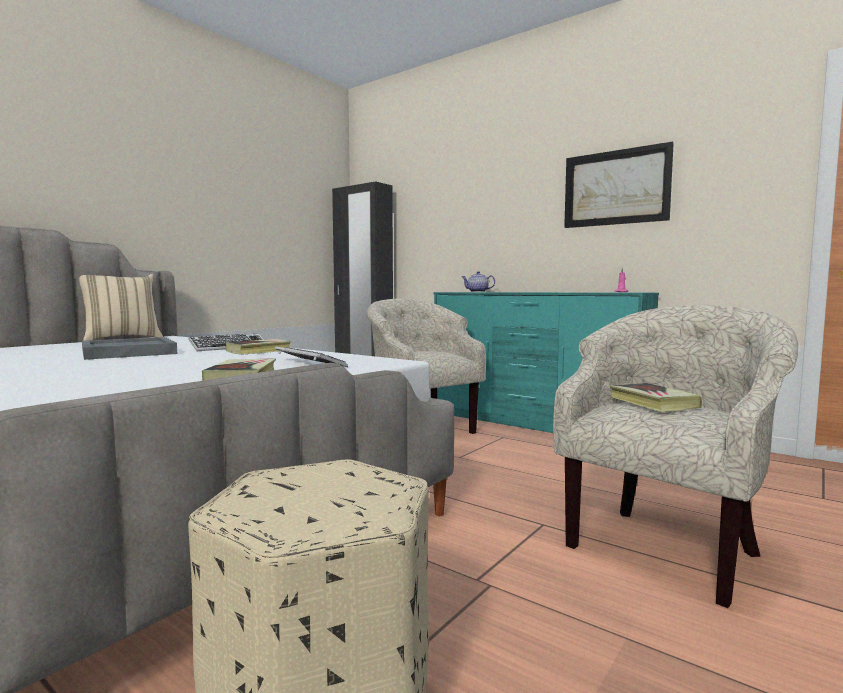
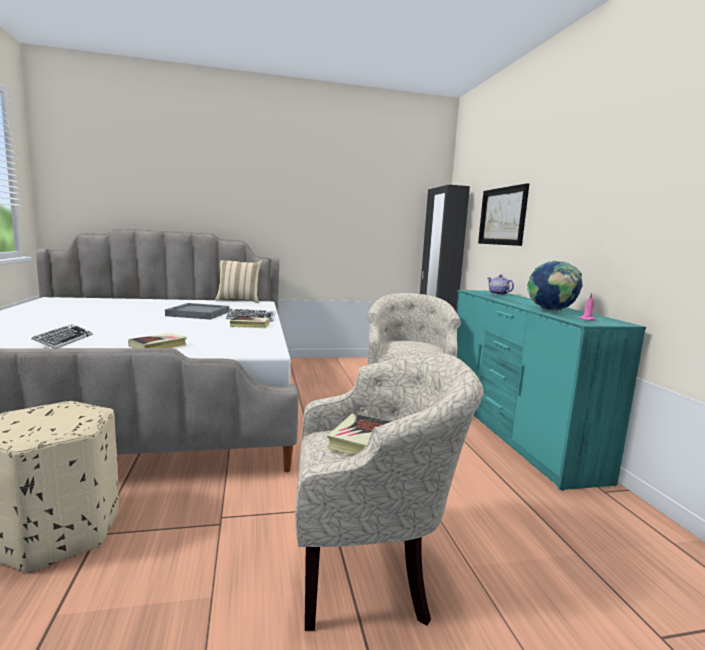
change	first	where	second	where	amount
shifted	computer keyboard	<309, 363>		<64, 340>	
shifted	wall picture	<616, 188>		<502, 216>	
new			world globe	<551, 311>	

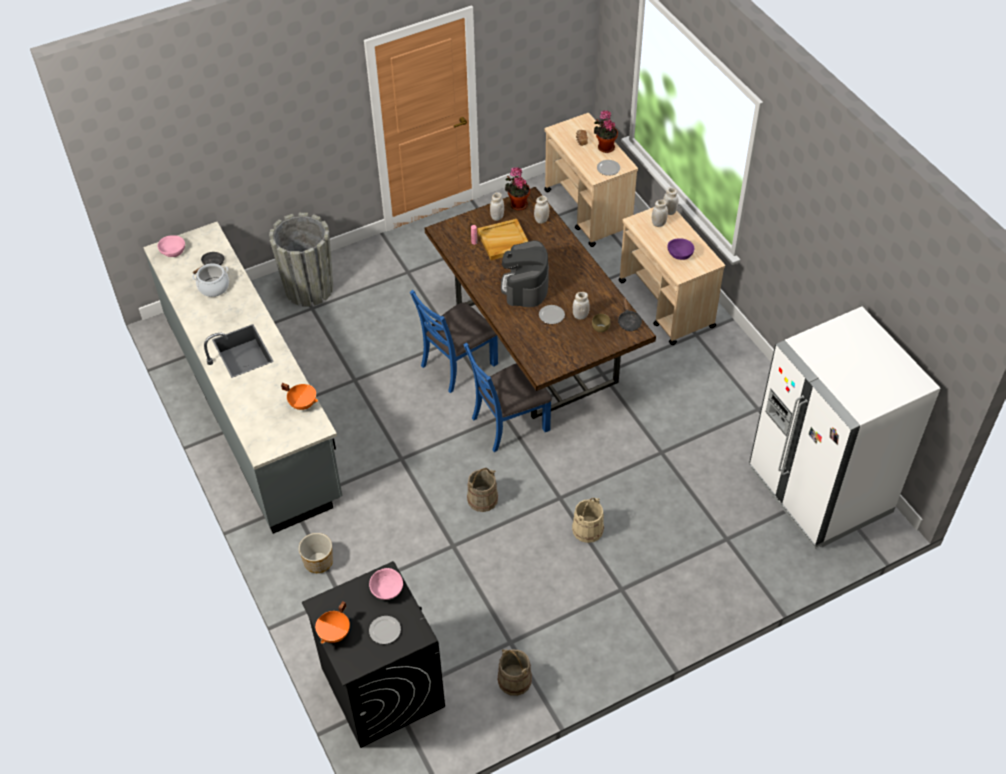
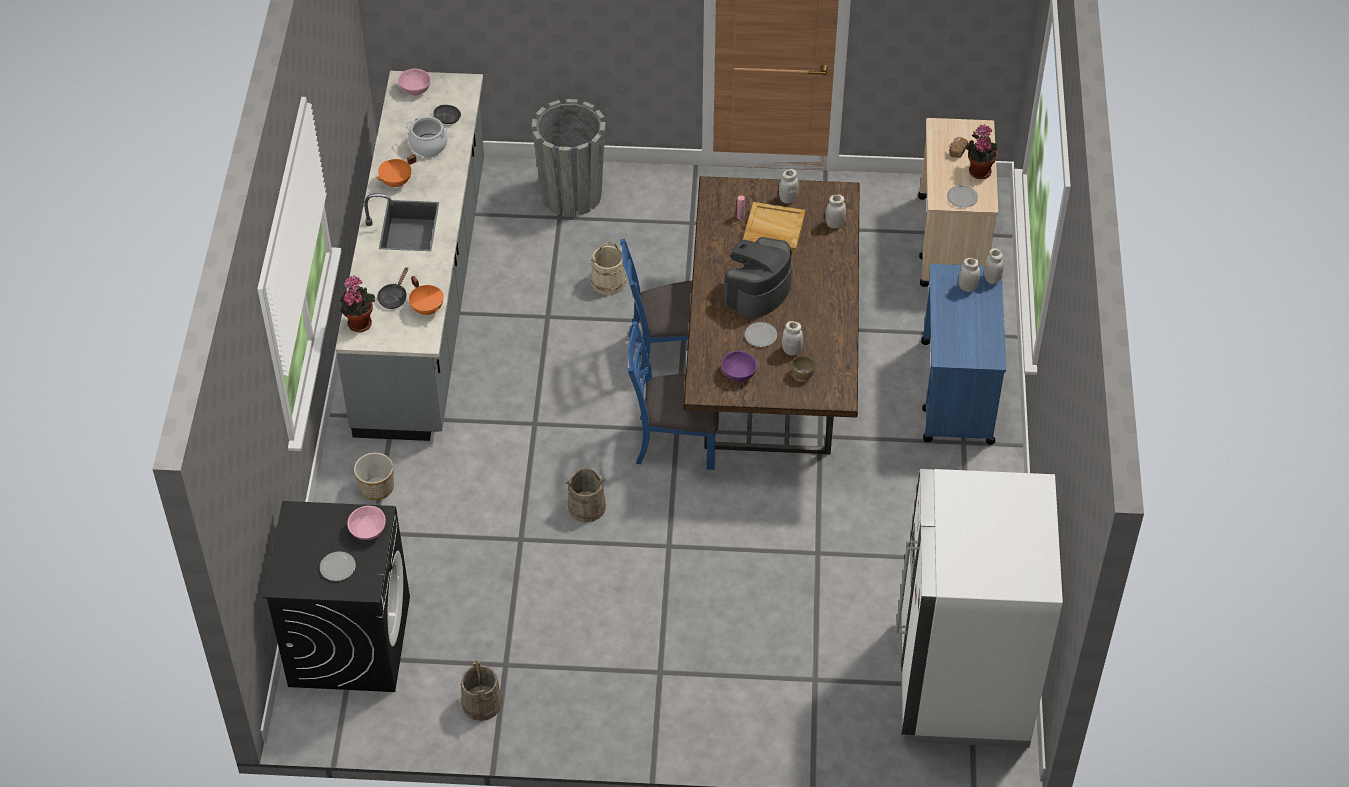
change	first	where	second	where	amount
shifted	orangey saucepot	<335, 634>		<396, 182>	
shifted	plant in a pot	<517, 204>		<359, 322>	
shifted	sand-coloured water bucket	<588, 529>		<608, 282>	
repainted	sand-coloured trolley	<666, 304>	blue trolley	<956, 393>	
shifted	black frying pan	<628, 321>		<394, 297>	
shifted	purple-coloured bowl	<680, 255>		<738, 374>	

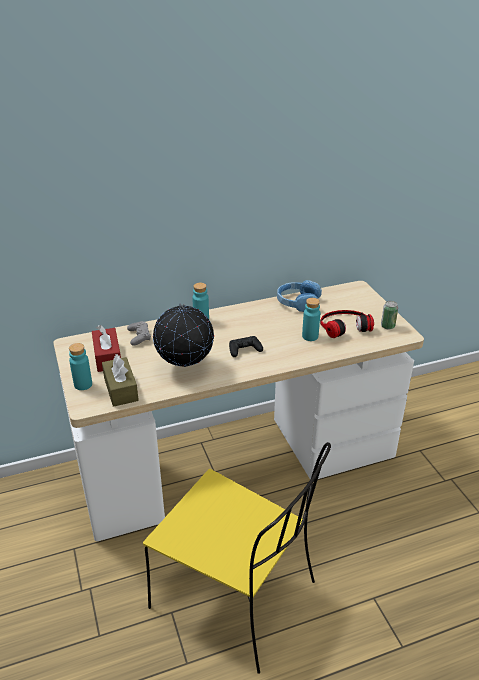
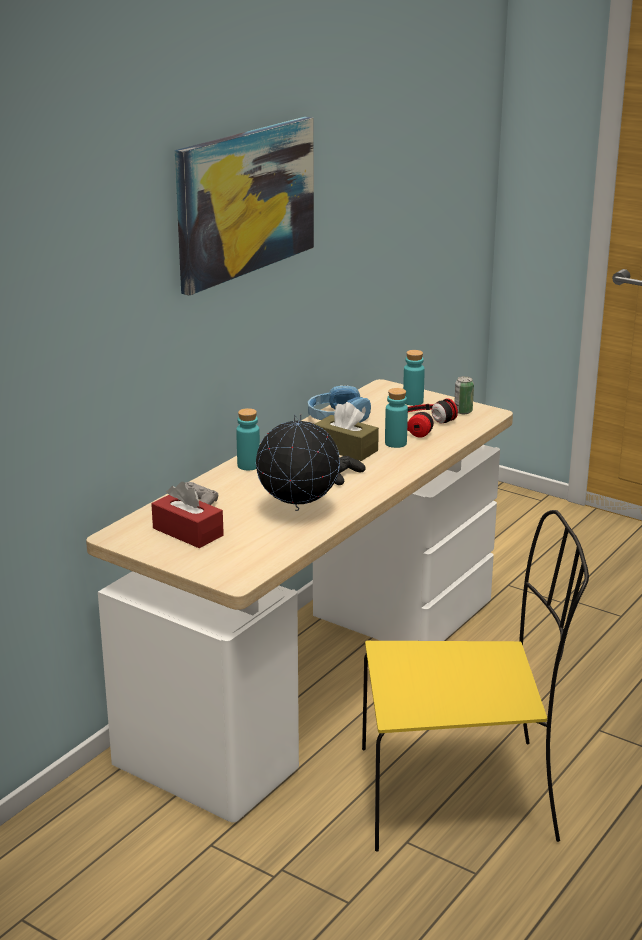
change	first	where	second	where	amount
shifted	turquoise-coloured bottle	<83, 384>		<413, 402>	
shifted	brown-coloured tissue box	<121, 389>		<345, 449>	
new			wall picture	<245, 202>	

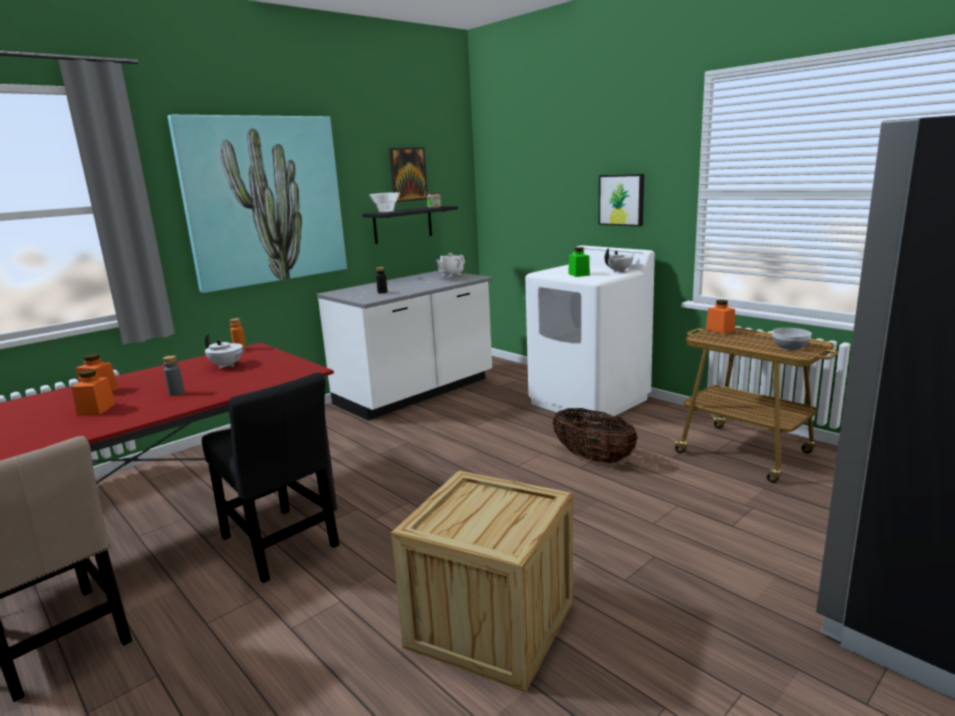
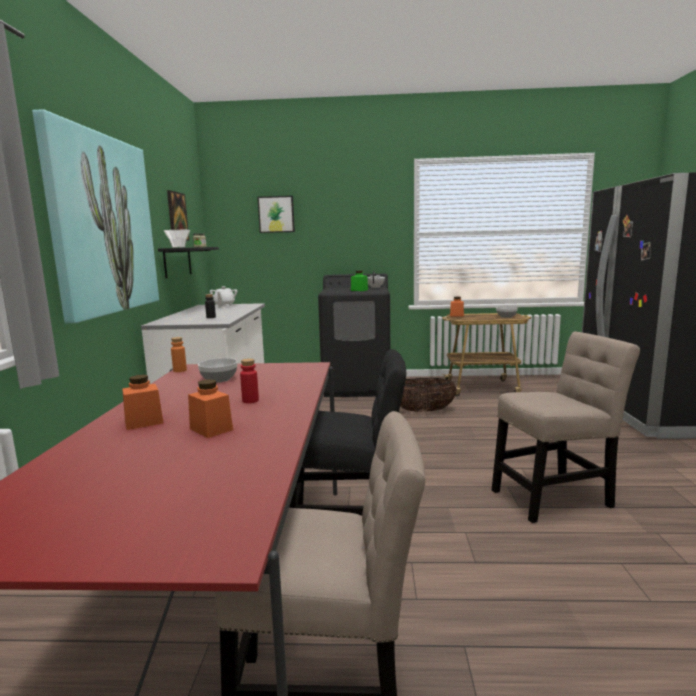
change	first	where	second	where	amount
repainted	gray bottle	<176, 393>	red-coloured bottle	<250, 400>	
swapped	white teapot	<227, 366>	bowl	<219, 379>	
swapped	shipping crate	<491, 624>	sand-coloured chair	<555, 496>	
repainted	white washing machine	<589, 401>	black washing machine	<357, 387>	
shifted	wall picture	<622, 200>		<276, 214>	

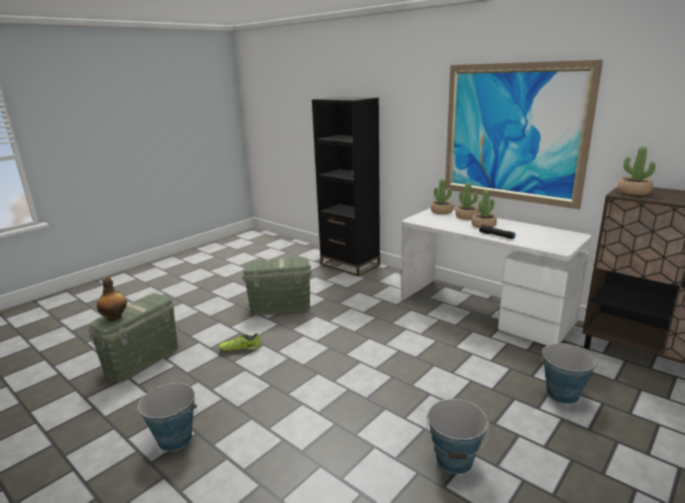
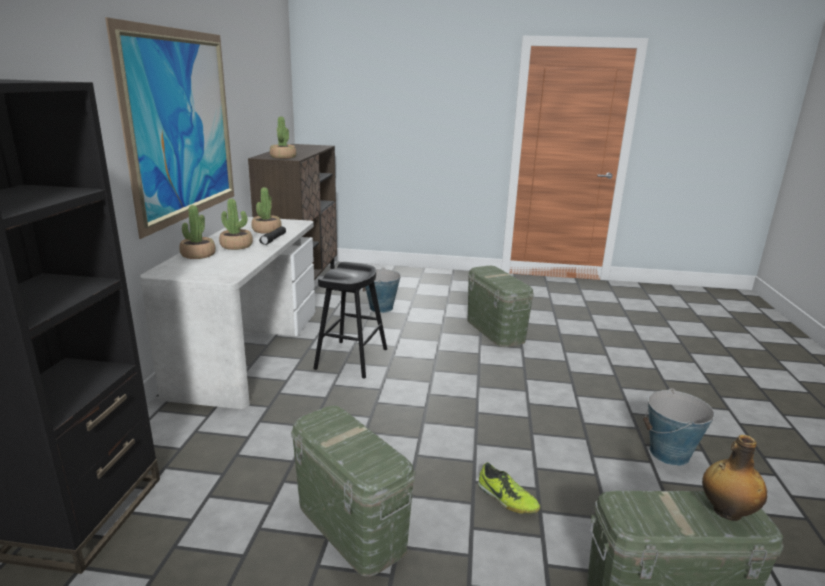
change	first	where	second	where	amount
swapped	water bucket	<454, 460>	green-coloured storage container	<495, 330>	
shifted	plant in a pot	<441, 211>		<266, 230>	
new			black sitting stool	<351, 359>	

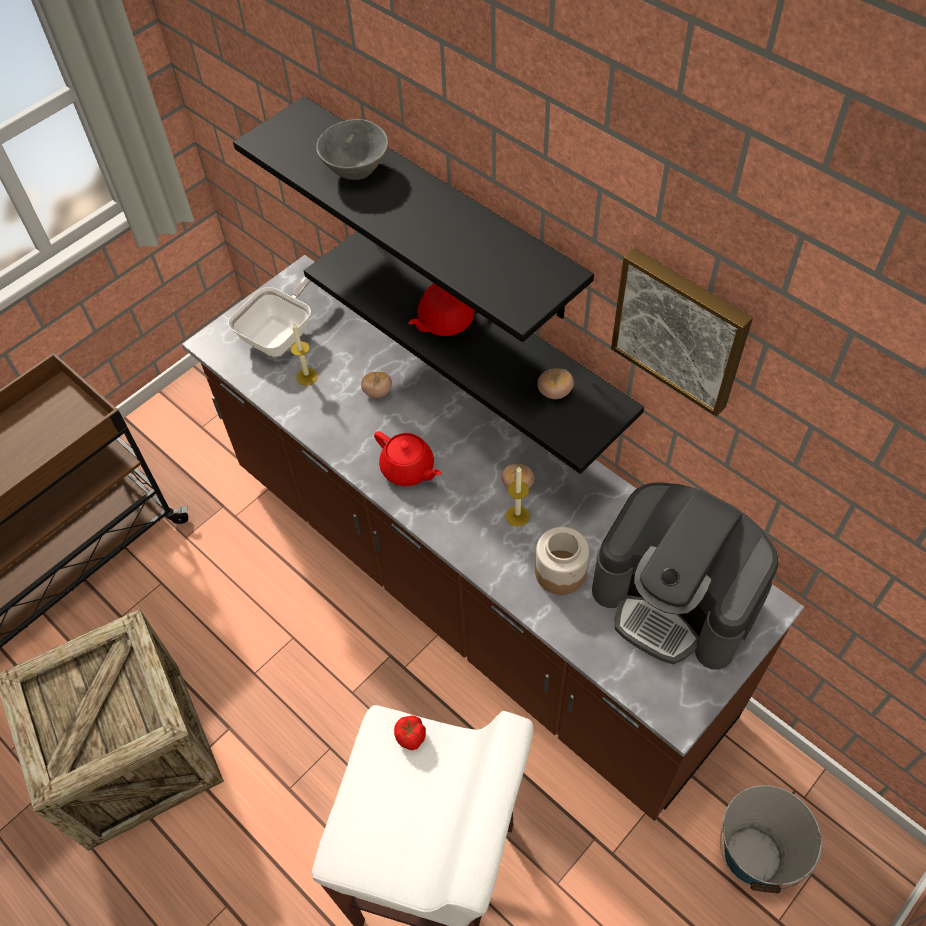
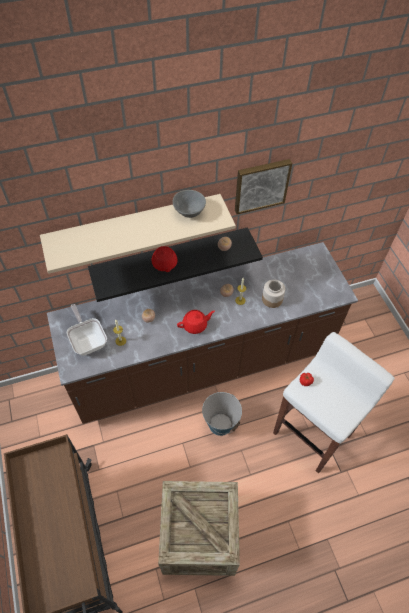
change	first	where	second	where	amount
repainted	black bracket shelf	<440, 209>	sand-coloured bracket shelf	<134, 226>	
shifted	gray bowl	<354, 170>		<188, 213>	
gone	coffee machine	<676, 599>			
shifted	water bucket	<753, 855>		<220, 424>	

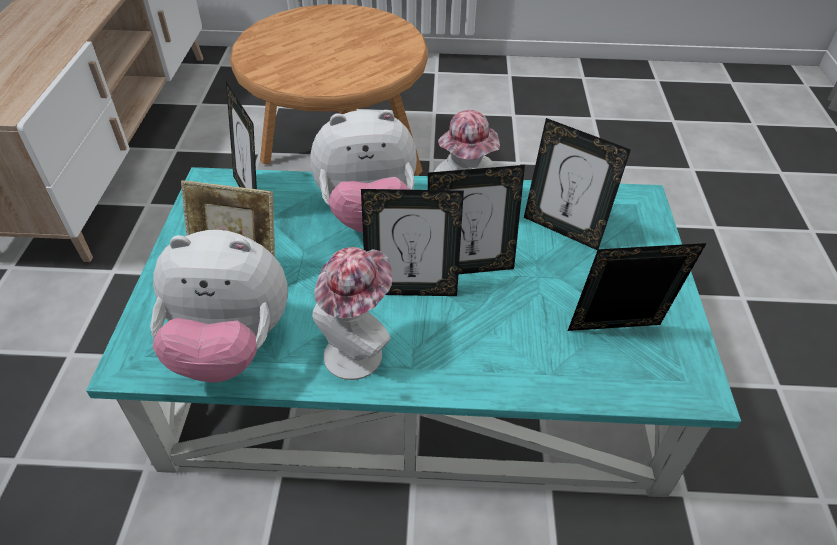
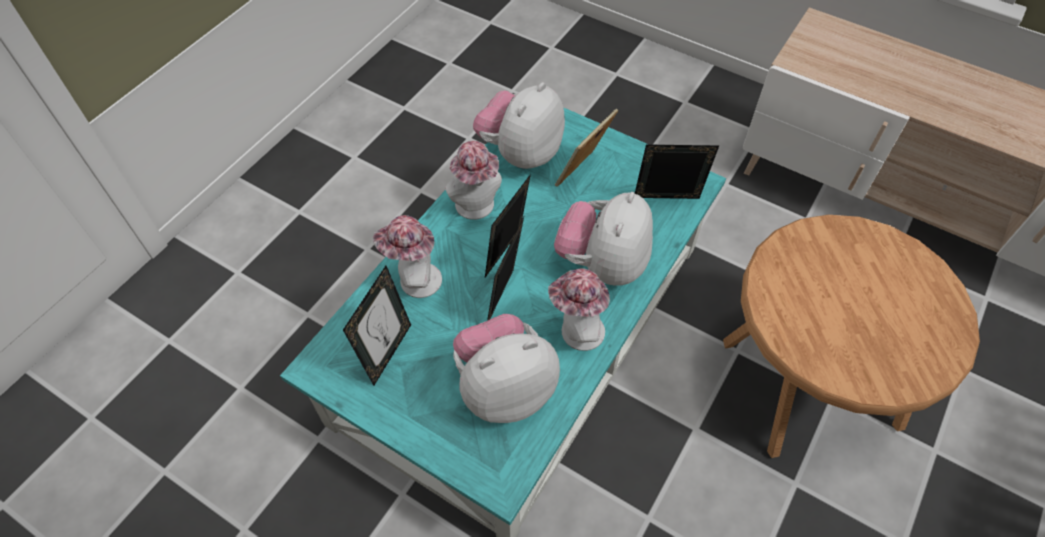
change	first	where	second	where	amount
swapped	standing frame	<563, 229>	cuddly toy	<504, 388>	
new			hat	<415, 281>	

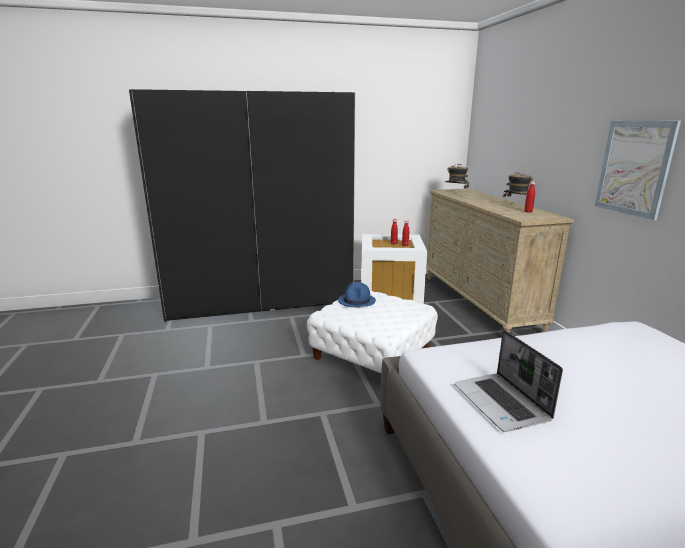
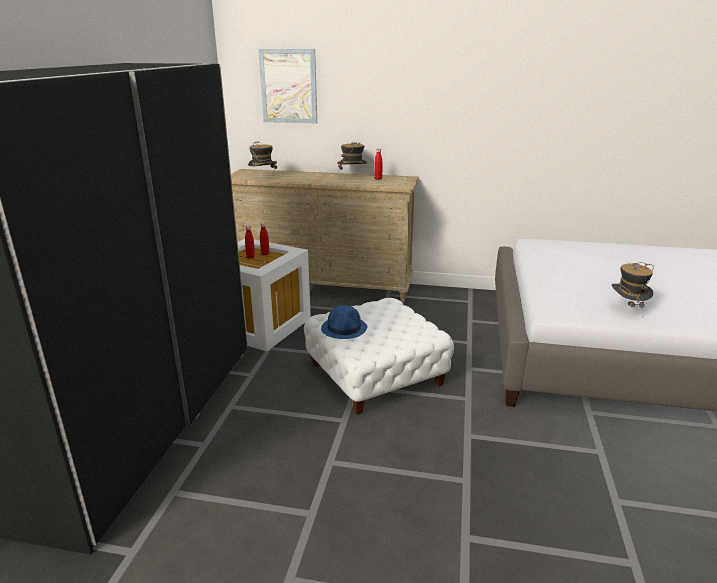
change	first	where	second	where	amount
swapped	notebook computer	<502, 403>	hat	<627, 310>	
shifted	wall picture	<634, 168>		<288, 86>	

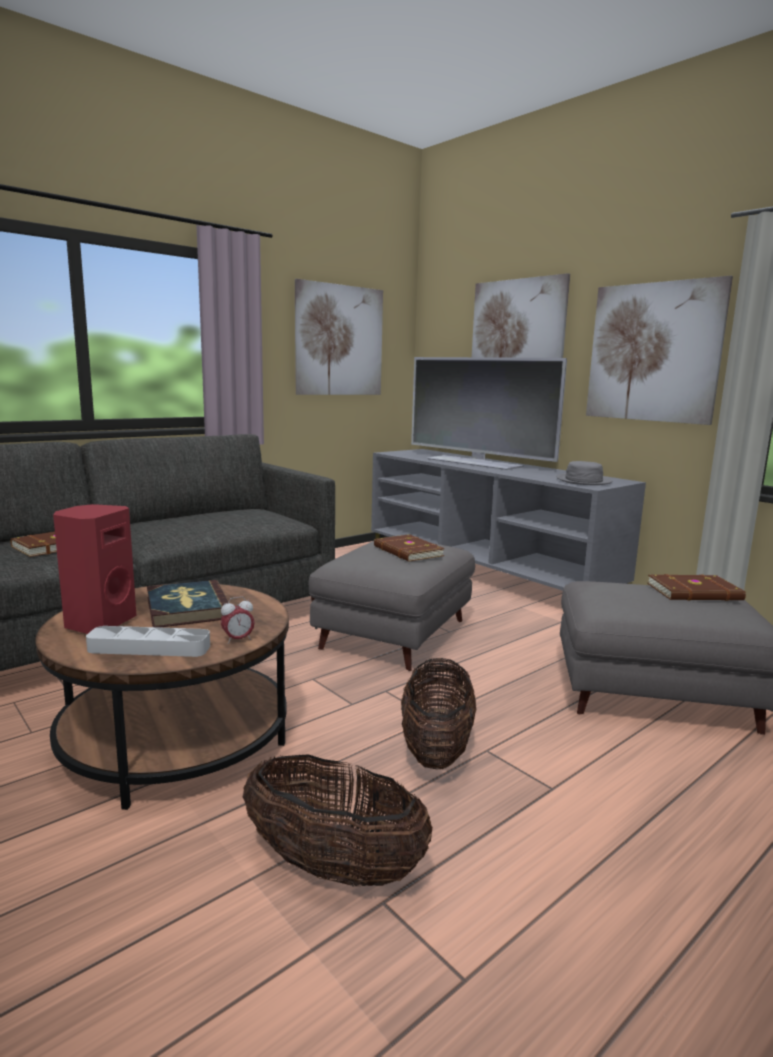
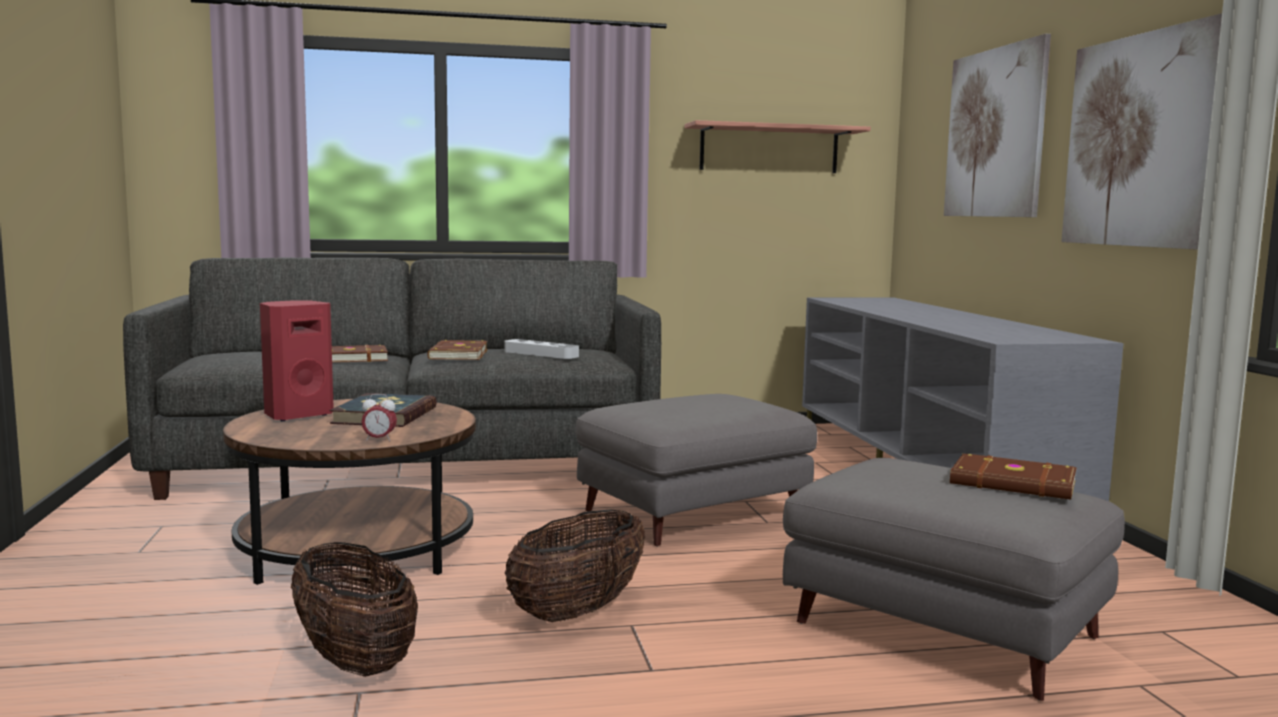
change	first	where	second	where	amount
shifted	gray serving tray	<149, 648>		<541, 354>	
swapped	wall picture	<339, 340>	bracket shelf	<769, 149>	
shifted	brown-coloured book	<407, 551>		<457, 354>	
gone	TV	<474, 462>			
gone	gray hat	<583, 481>			

